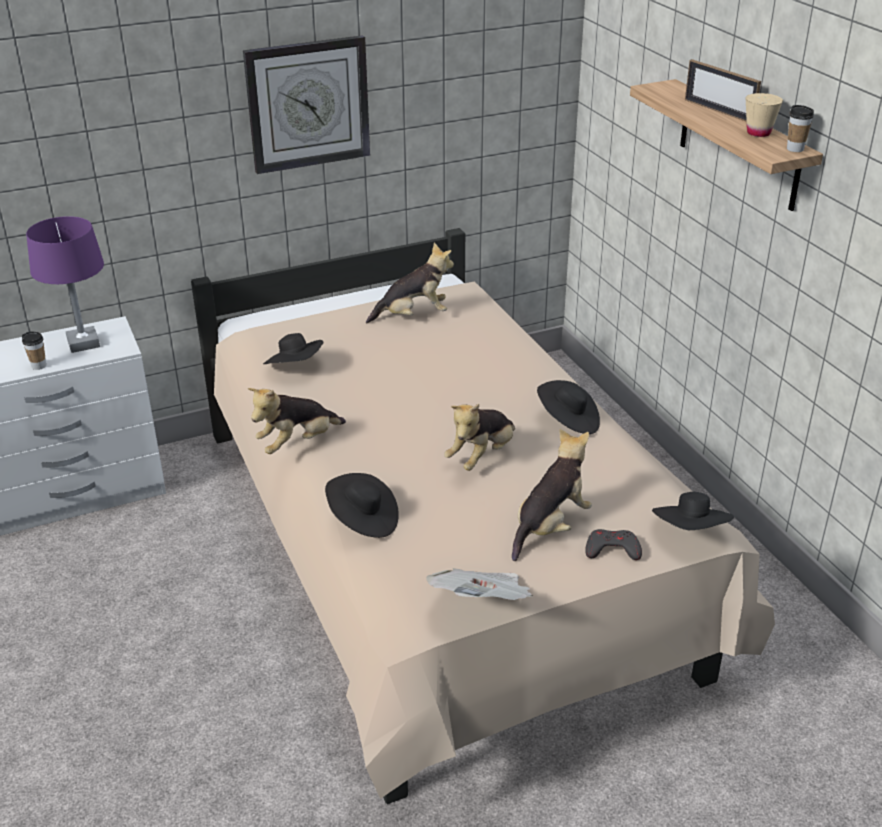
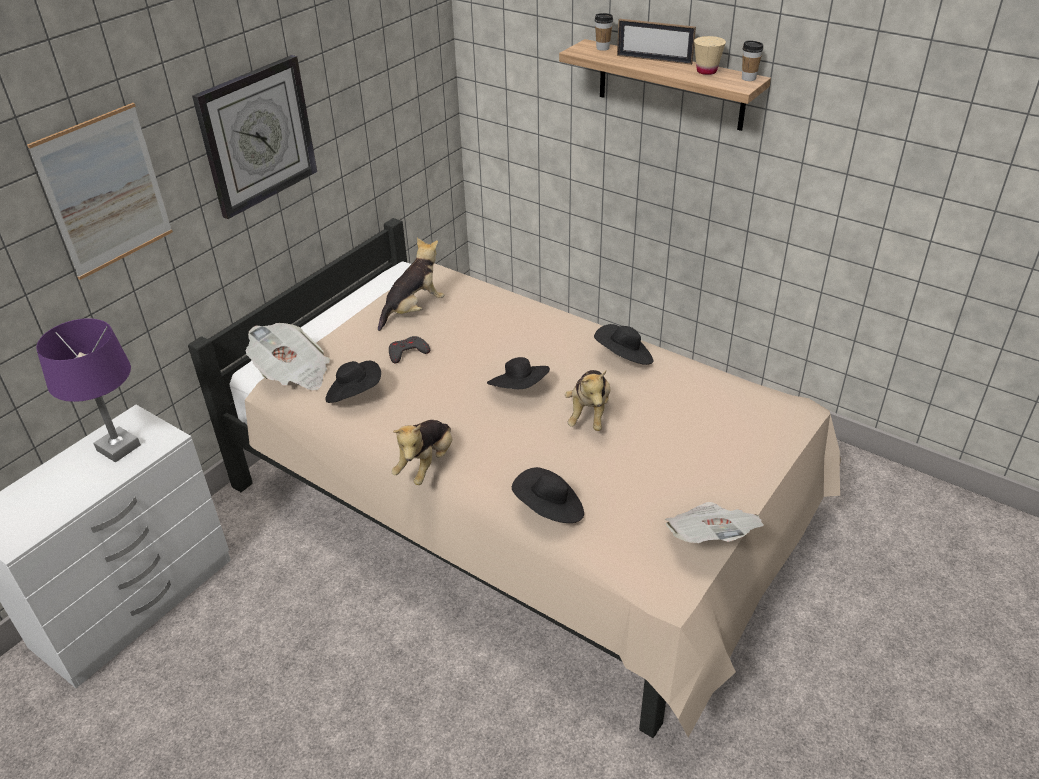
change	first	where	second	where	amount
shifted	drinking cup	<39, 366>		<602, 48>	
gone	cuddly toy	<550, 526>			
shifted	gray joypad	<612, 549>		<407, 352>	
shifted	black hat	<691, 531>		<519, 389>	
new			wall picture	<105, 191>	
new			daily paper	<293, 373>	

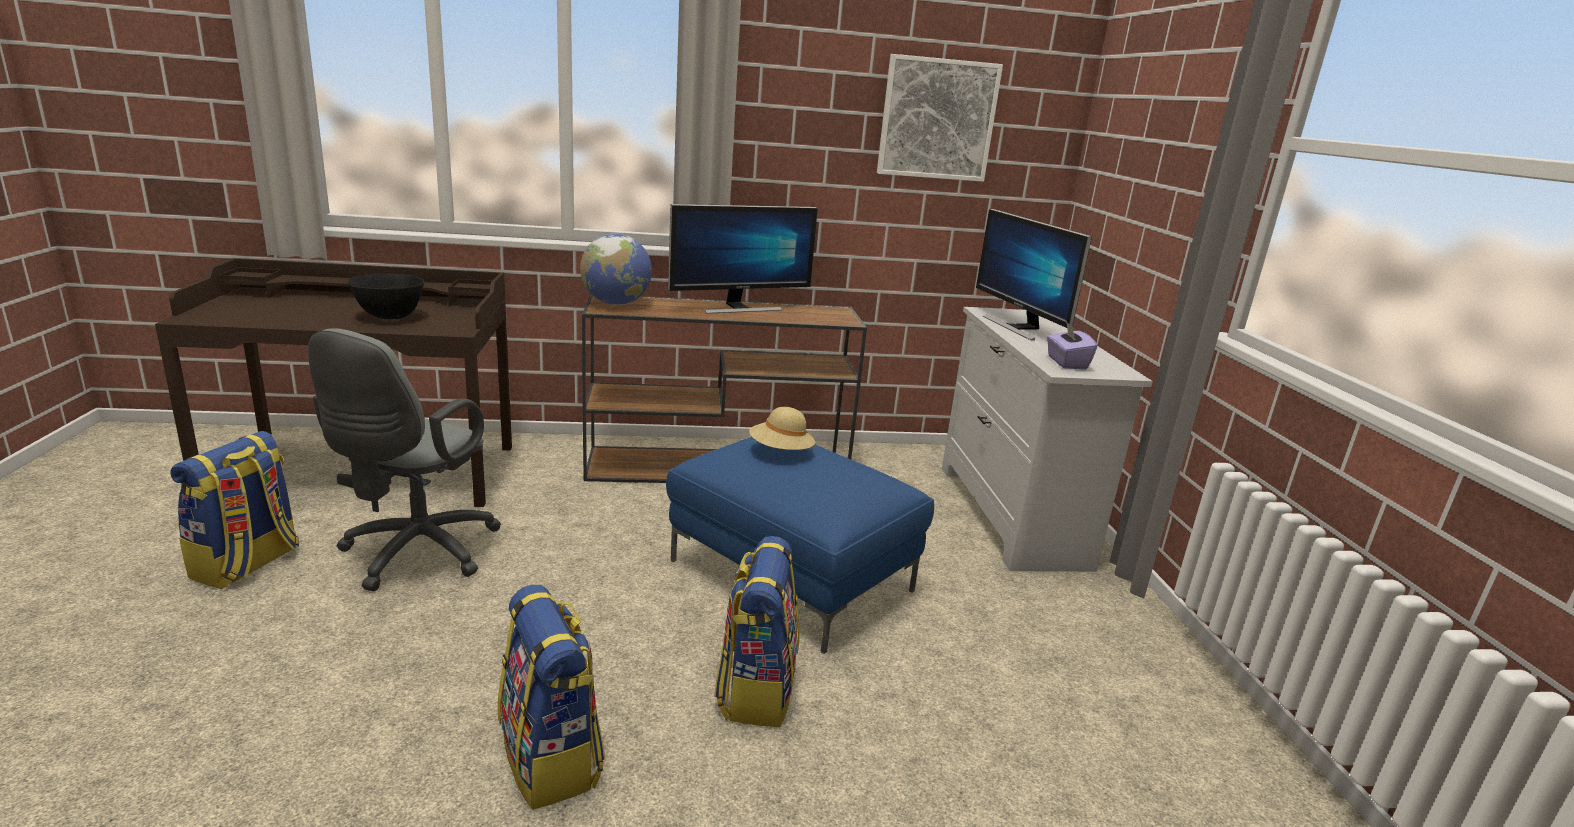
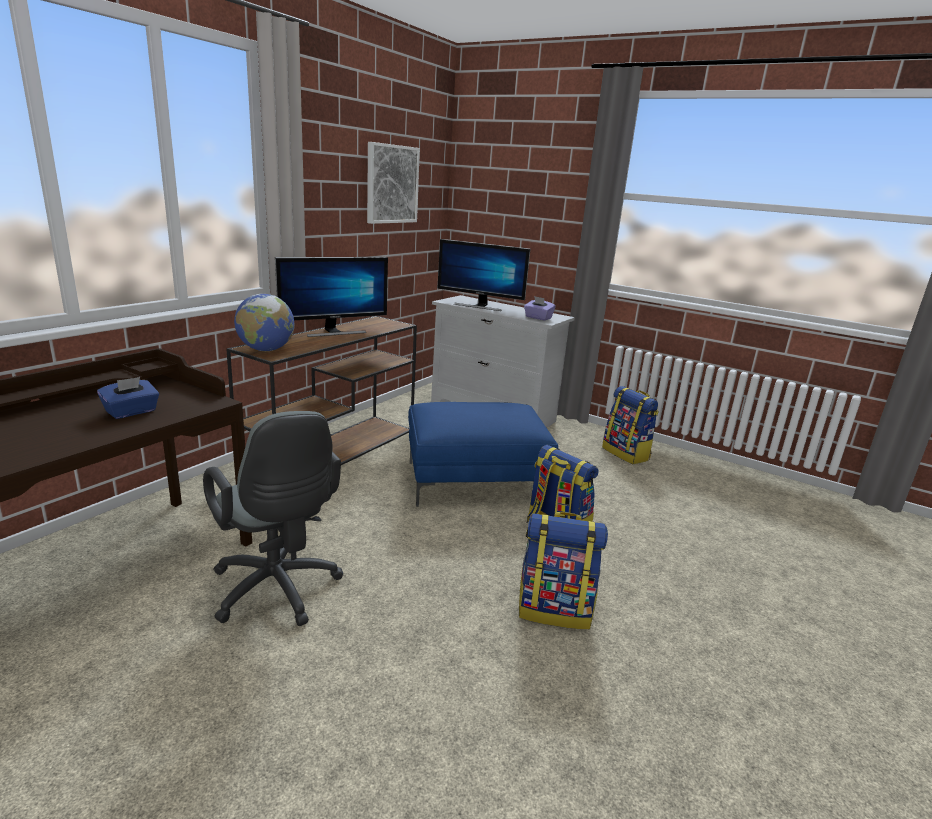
change	first	where	second	where	amount
shifted	rucksack	<247, 564>		<626, 454>	
swapped	black bowl	<390, 317>	blue tissue box	<131, 412>	
rotated	monitor	<739, 308>		<334, 332>	45 degrees clockwise
gone	sand-coloured hat	<780, 452>			

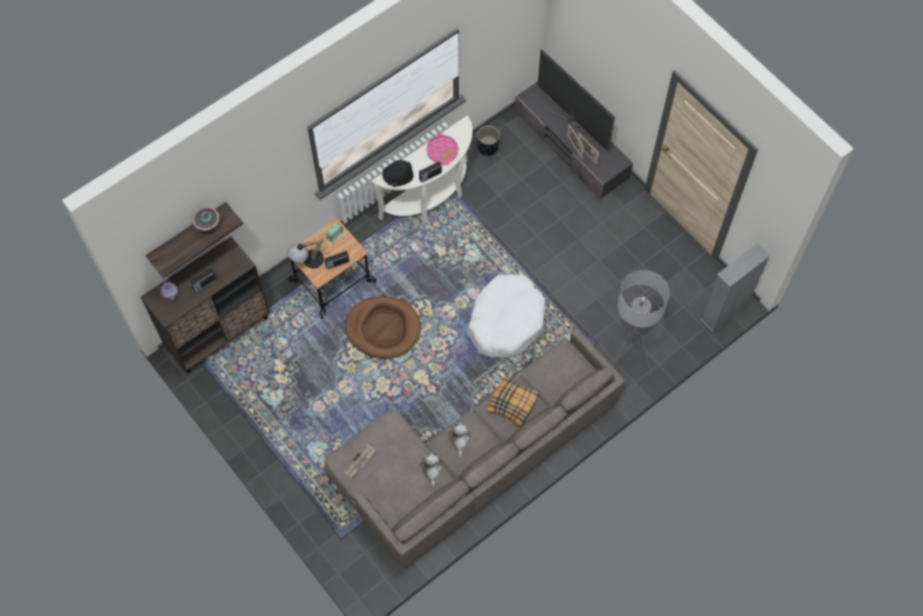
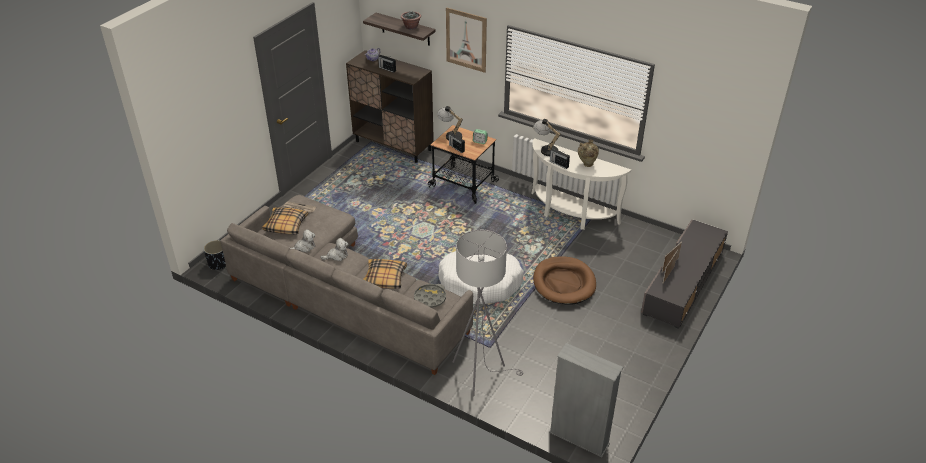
change	first	where	second	where	amount
shifted	brown-coloured dog cushion	<383, 329>		<564, 283>	
swapped	black hat	<398, 177>	lamp for a table	<545, 149>	
swapped	pink serving tray	<442, 151>	sand-coloured decorative vase	<586, 164>	
shifted	black planter	<488, 147>		<218, 264>	
gone	TV	<571, 121>			
new			pillow	<286, 225>	
new			gray serving tray	<430, 298>	
new			wall picture	<466, 40>	

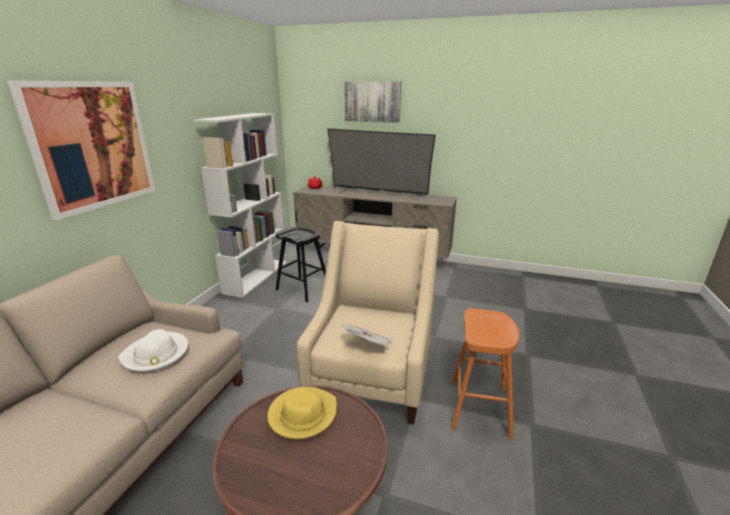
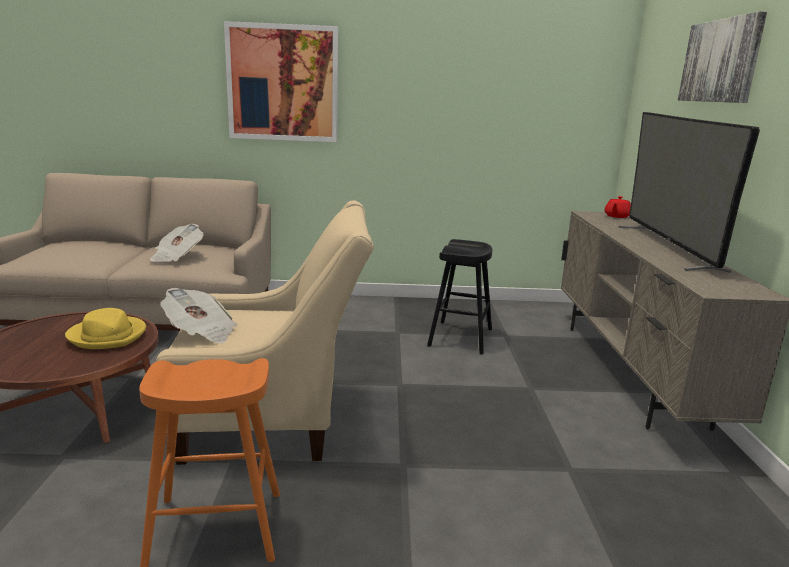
change	first	where	second	where	amount
swapped	white hat	<156, 354>	daily paper	<177, 257>	
gone	white shelving unit	<256, 276>			

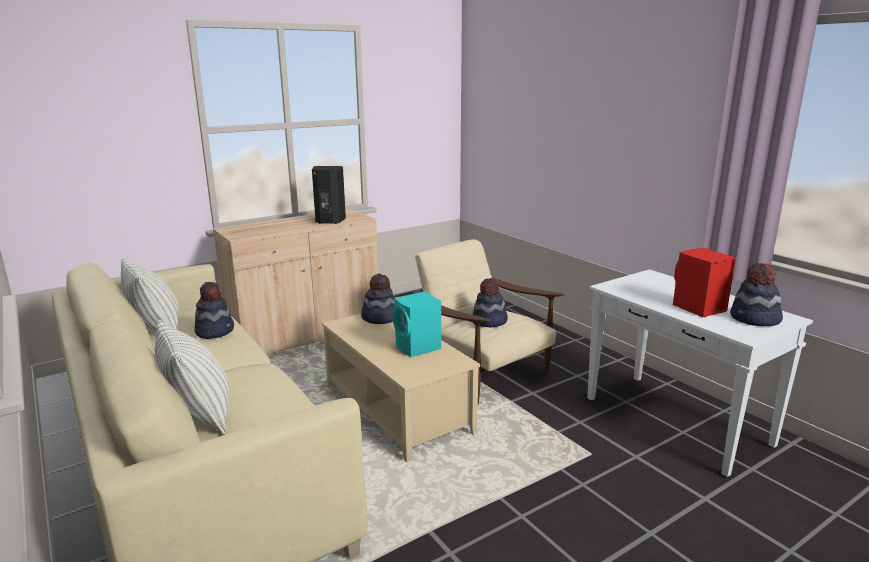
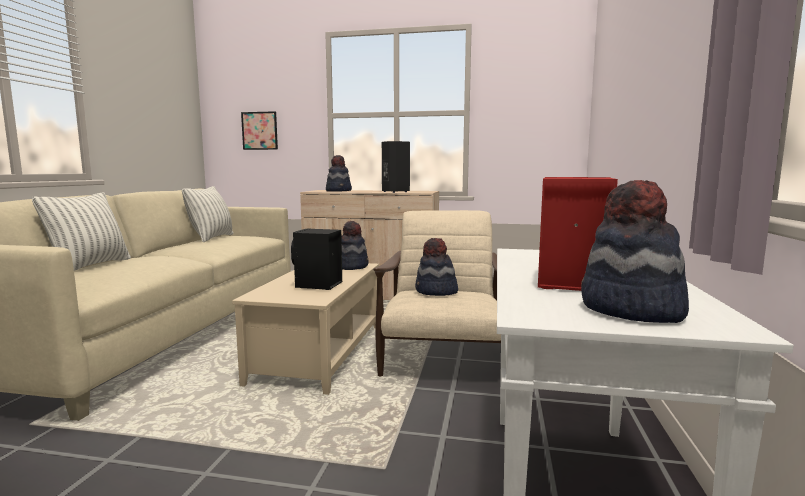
change	first	where	second	where	amount
shifted	hat	<215, 331>		<339, 191>	
repainted	turquoise-coloured speaker	<418, 348>	black speaker	<317, 285>	
new			wall picture	<259, 131>	

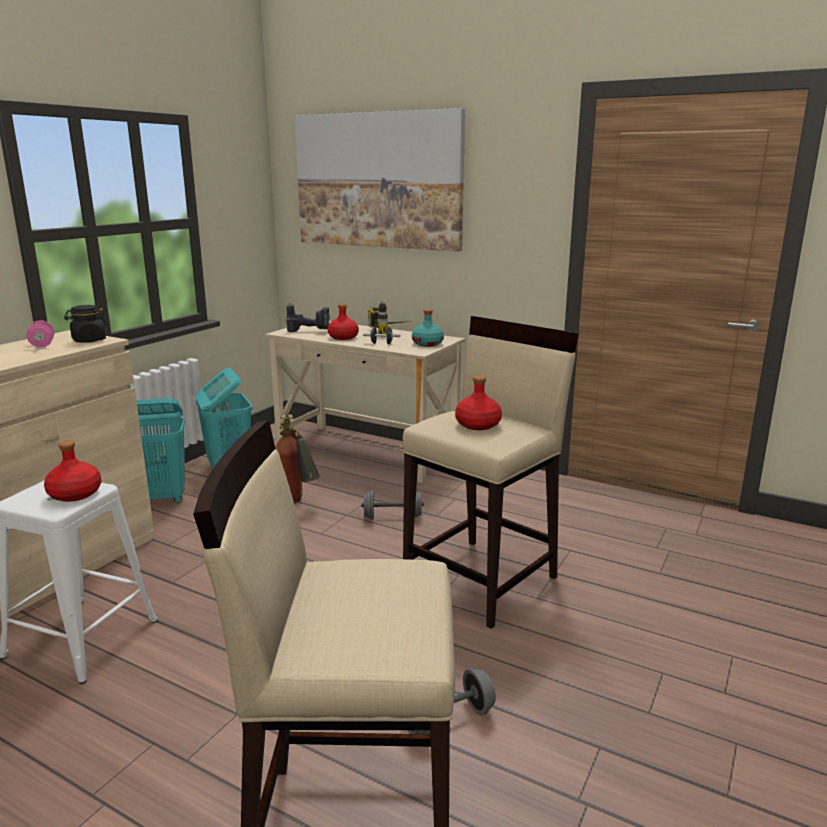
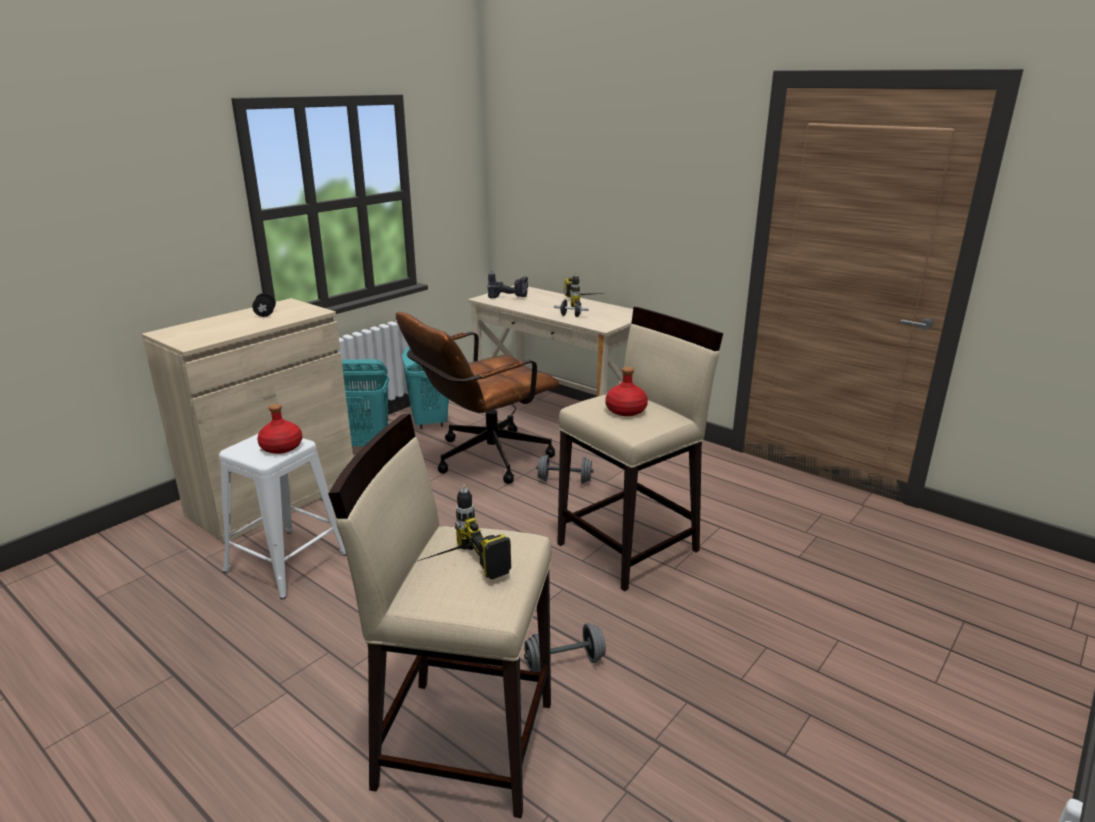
change	first	where	second	where	amount
repainted	pink hand weight	<42, 345>	black hand weight	<265, 314>	
gone	black storage jar	<88, 340>			
swapped	extinguisher	<297, 503>	brown-coloured office chair	<482, 459>	
gone	wall picture	<378, 181>			
gone	red-coloured bottle	<343, 337>			
gone	turquoise-coloured bottle	<428, 344>			
new			electric drill	<455, 569>	

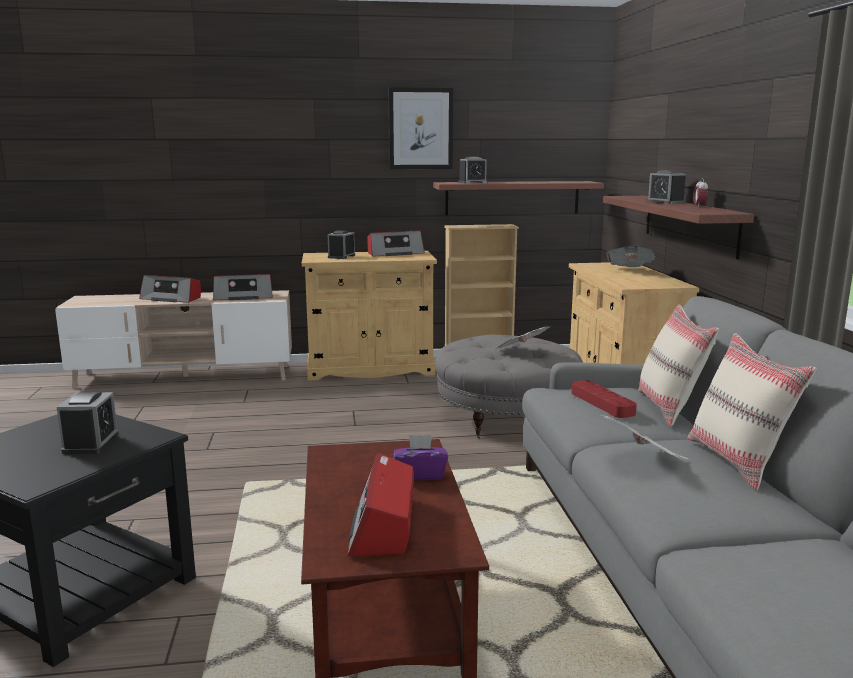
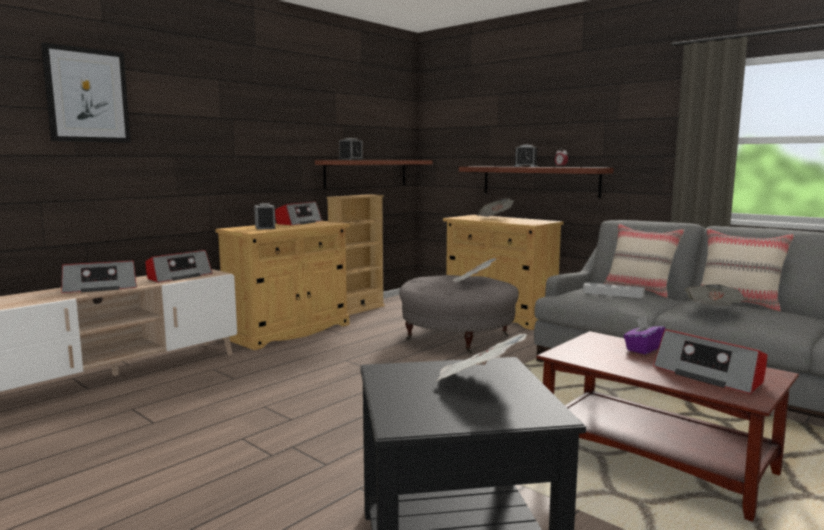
change	first	where	second	where	amount
swapped	alarm clock	<91, 443>	daily paper	<477, 381>	
shifted	wall picture	<420, 128>		<87, 95>	
repainted	red-coloured serving tray	<602, 403>	gray serving tray	<613, 293>	

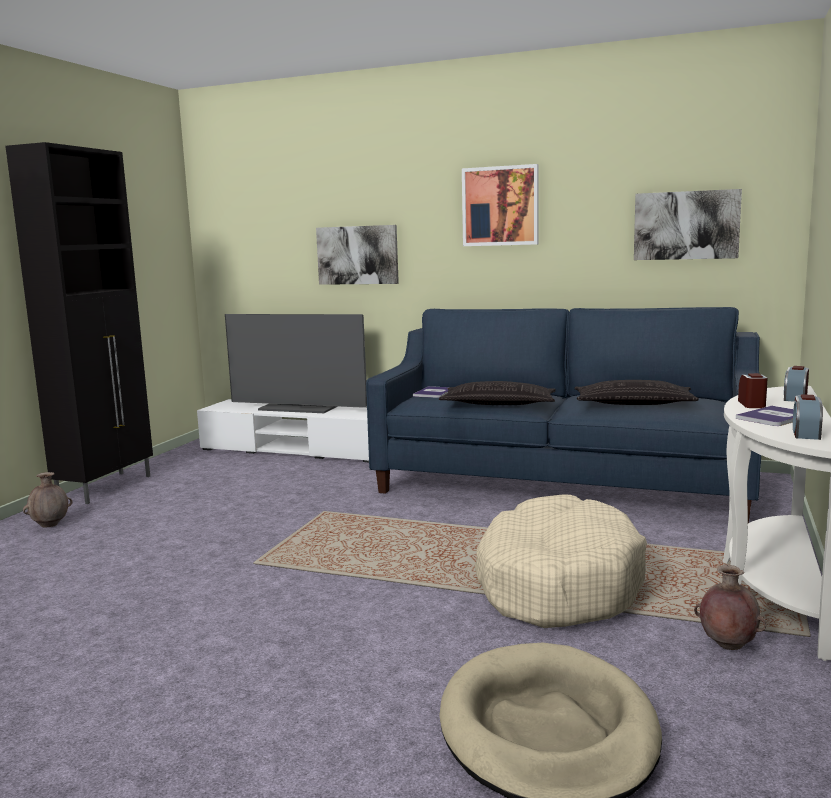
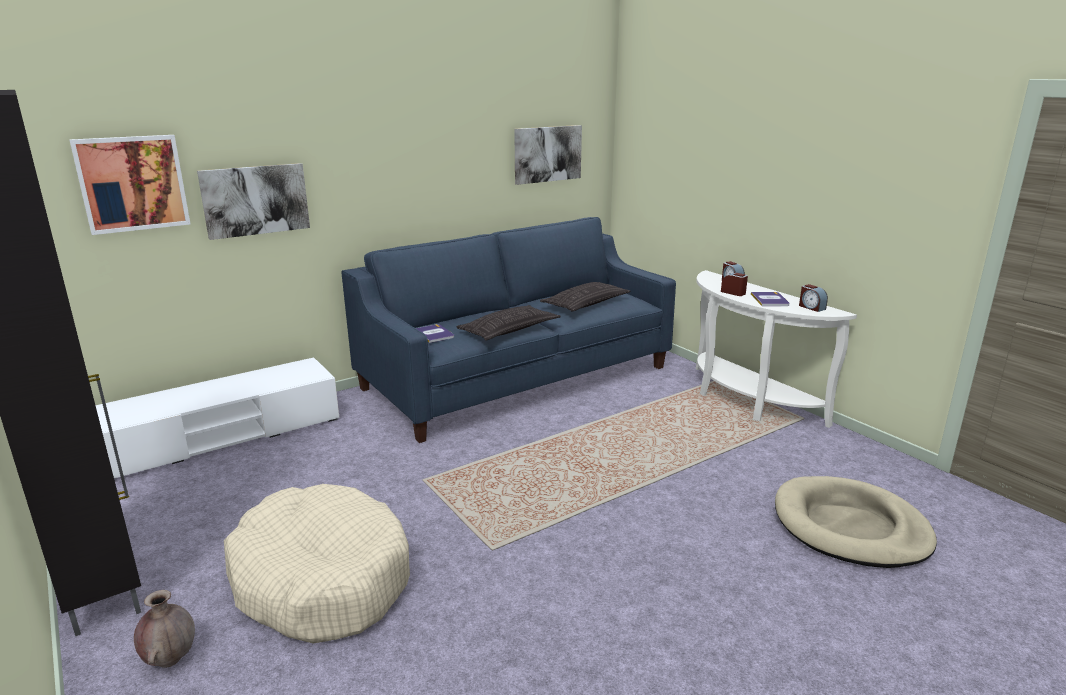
change	first	where	second	where	amount
gone	TV	<299, 408>			
shifted	wall picture	<500, 206>		<132, 183>	
shifted	sand-coloured dog cushion	<557, 584>		<321, 579>	
gone	brown-coloured decorative vase	<727, 645>			

